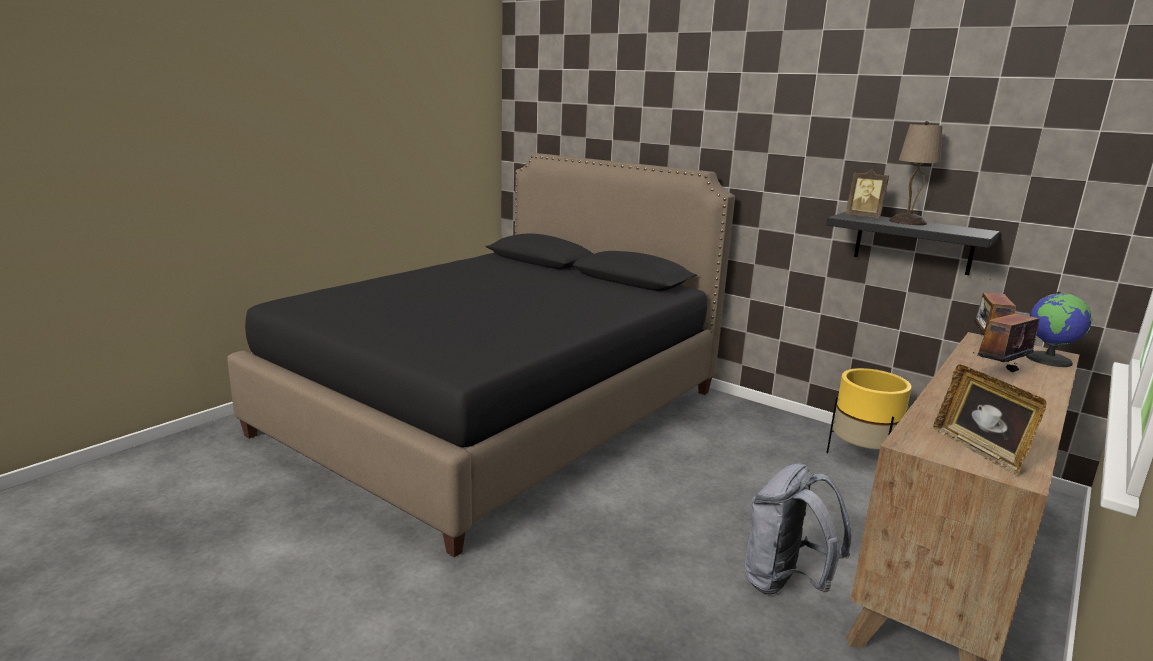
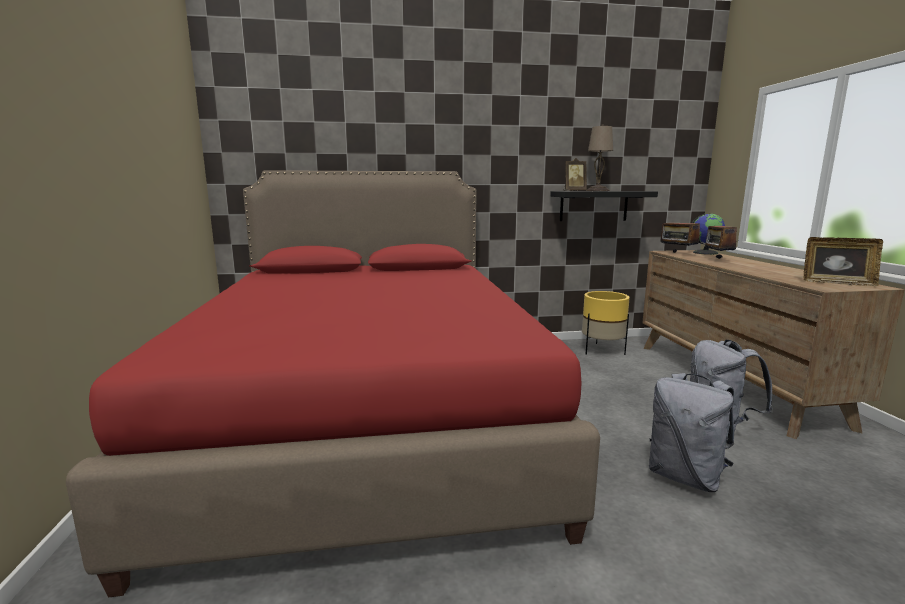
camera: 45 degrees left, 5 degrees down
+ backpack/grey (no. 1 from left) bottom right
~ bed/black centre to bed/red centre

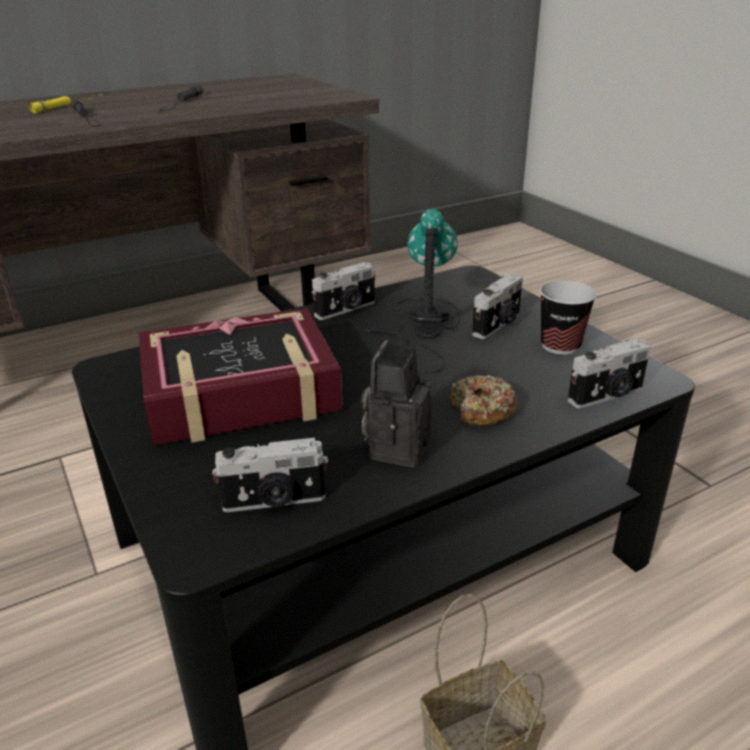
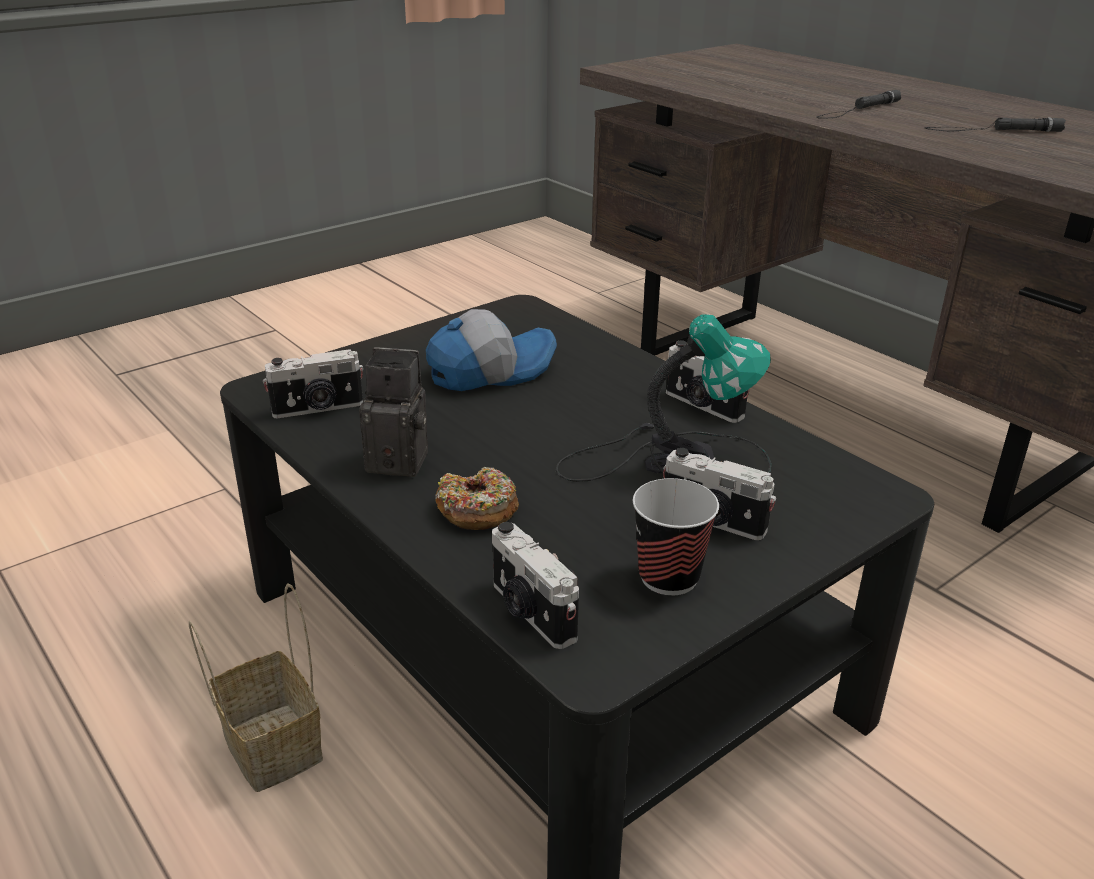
camera: 80 degrees right, 0 degrees up
- flashlight/yellow top left
~ book middle left to cap centre
~ photo camera (no. 1 from left) centre = middle left 90 degrees counterclockwise

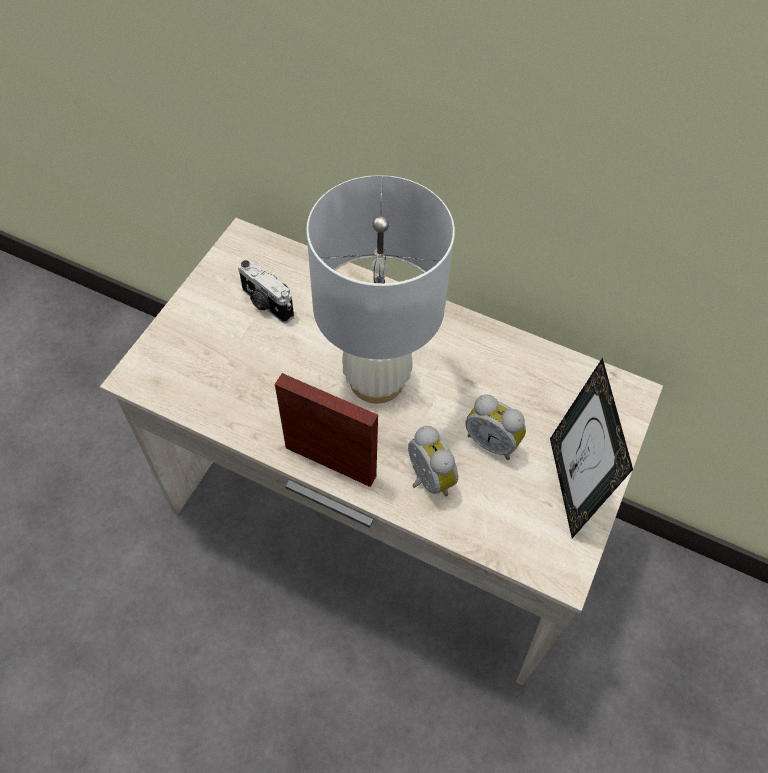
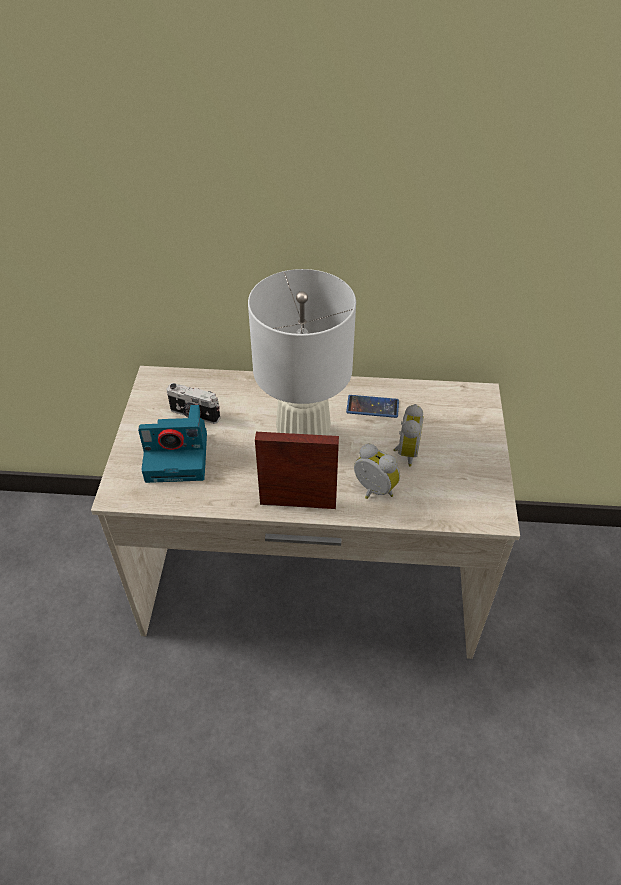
camera: 20 degrees left, 10 degrees down
- picture frame (no. 2 from left) middle right
+ photo camera (no. 1 from left) middle left
+ phone centre
~ alarm clock (no. 2 from left) centre = centre 90 degrees counterclockwise

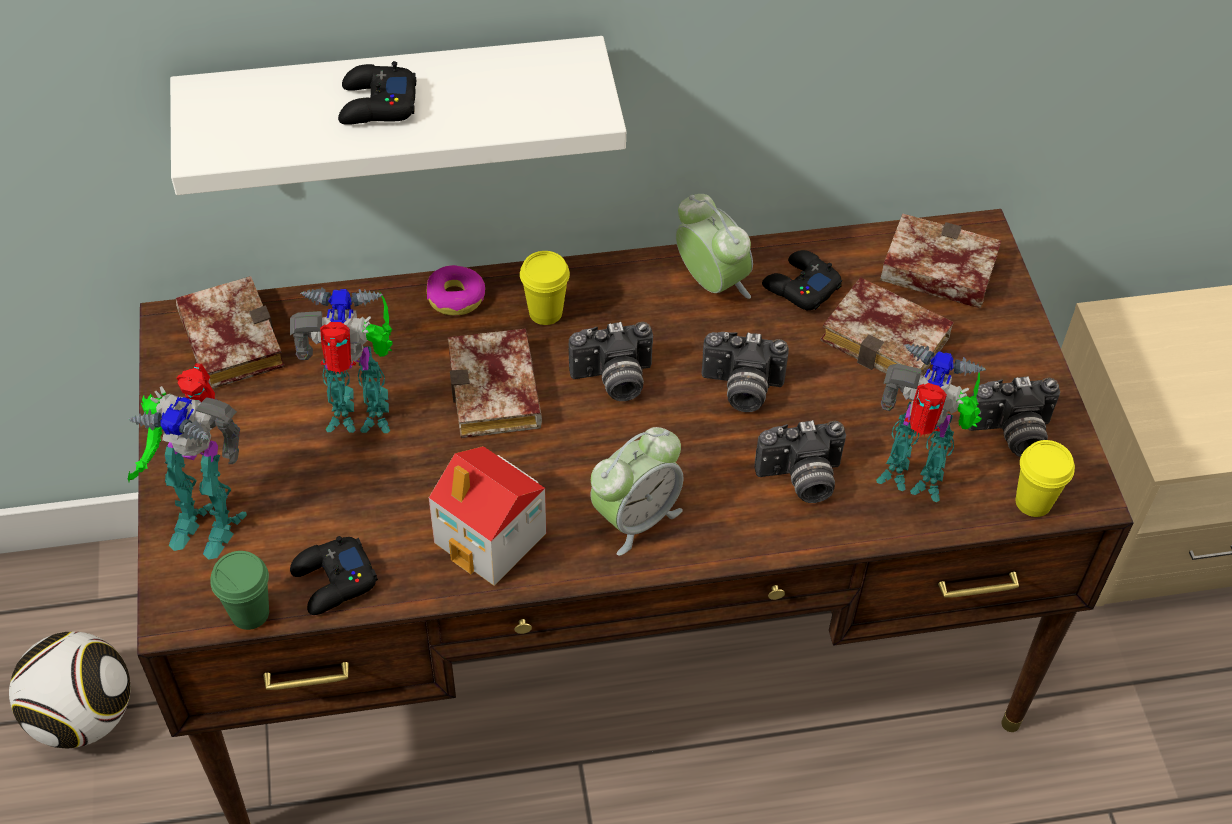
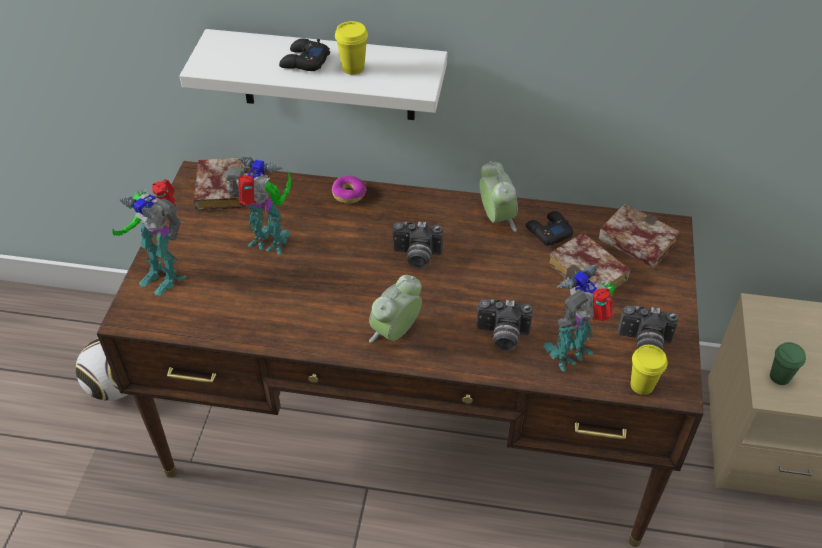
camera: 20 degrees right, 5 degrees down
- game controller/black (no. 1 from left) bottom left
- toy house centre
- book (no. 2 from left) centre
- photo camera (no. 2 from left) centre
~ cup/green bottom left to middle right
~ cup/yellow (no. 1 from left) centre to top centre
~ alarm clock (no. 1 from left) centre = centre 150 degrees clockwise
~ toy robot (no. 3 from left) middle right = middle right 75 degrees counterclockwise

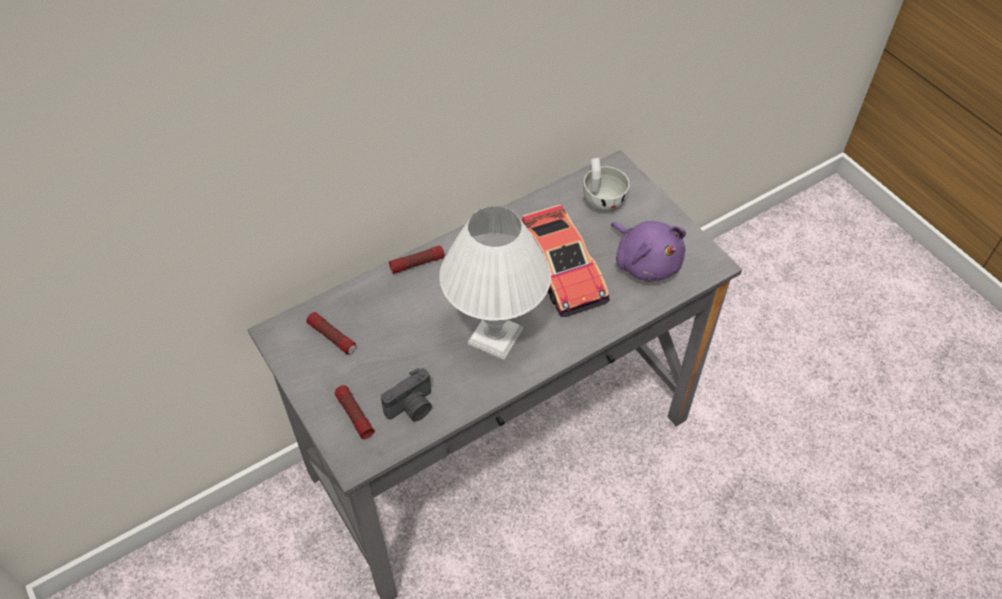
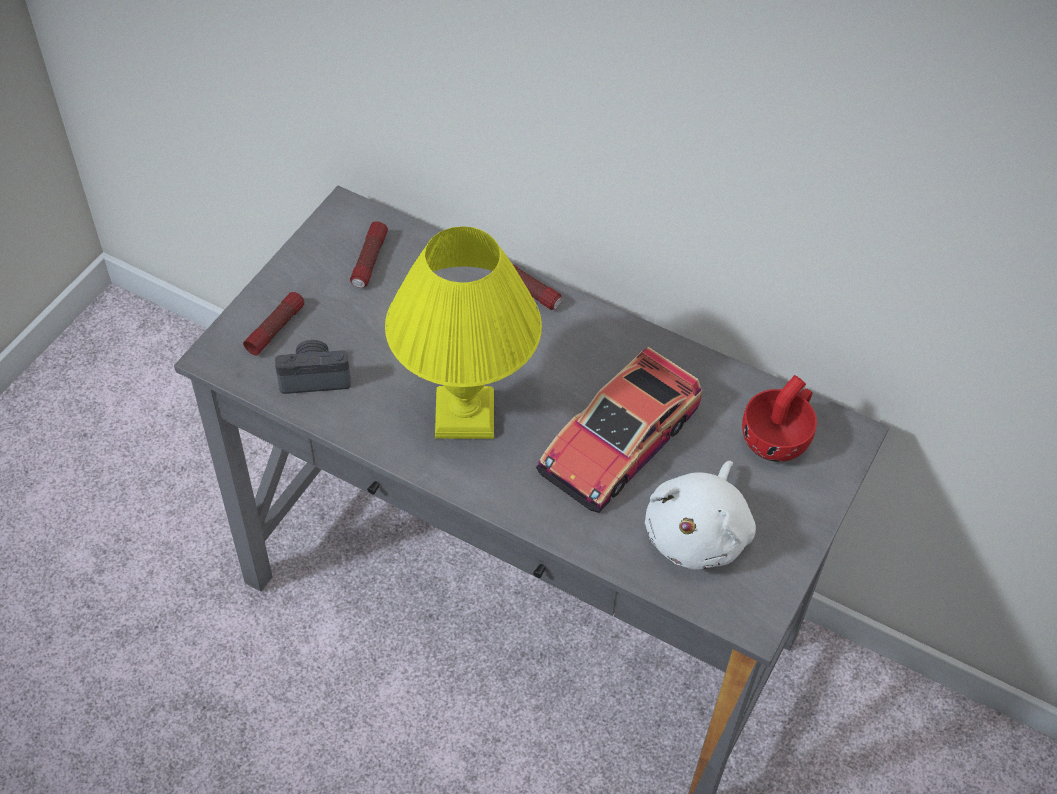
camera: 60 degrees right, 0 degrees up
~ table lamp/white centre to table lamp/yellow centre
~ cup/white top centre to cup/red middle right
~ plush toy/purple centre to plush toy/white centre
~ photo camera centre = middle left 150 degrees clockwise

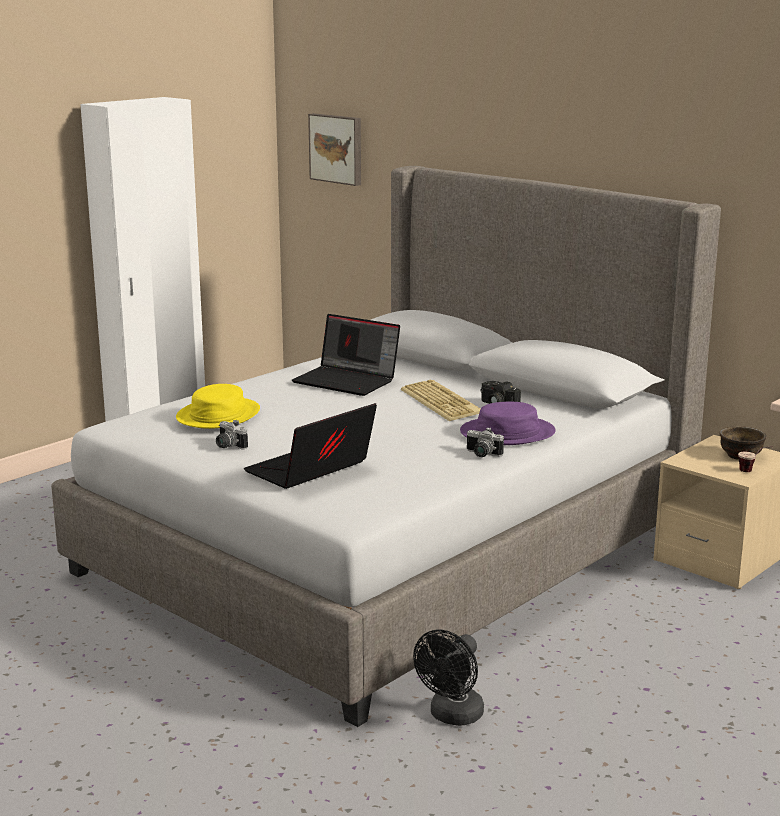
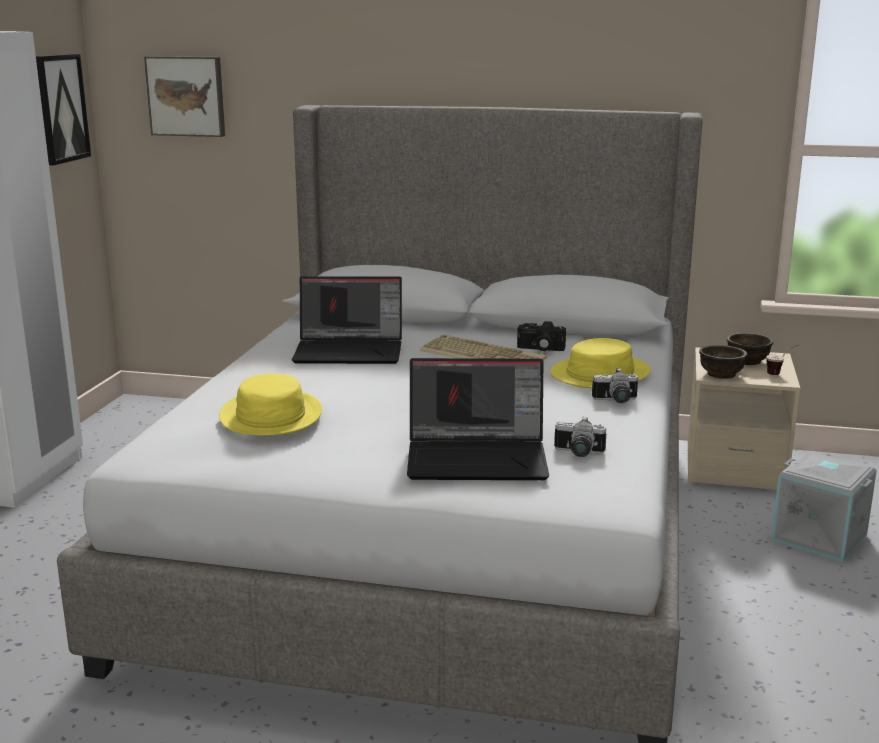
camera: 30 degrees left, 0 degrees up
- fan/black bottom centre
+ picture (no. 1 from left) top left
+ bowl/brown (no. 1 from left) middle right
+ storage box/grey bottom right
~ photo camera (no. 1 from left in the first image) middle left to photo camera (no. 2 from left) centre
~ hat/purple centre to hat/yellow (no. 2 from left) middle right
~ laptop (no. 1 from left in the first image) centre = centre 105 degrees counterclockwise

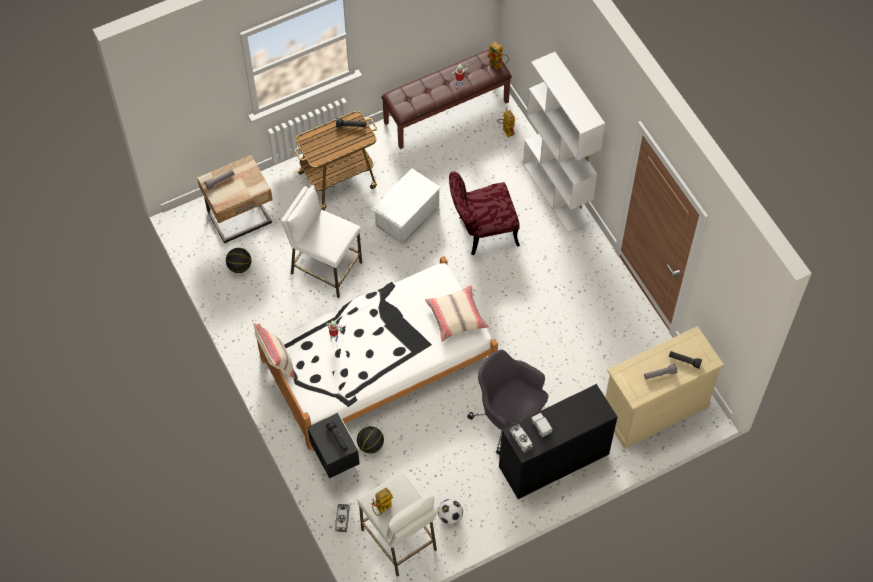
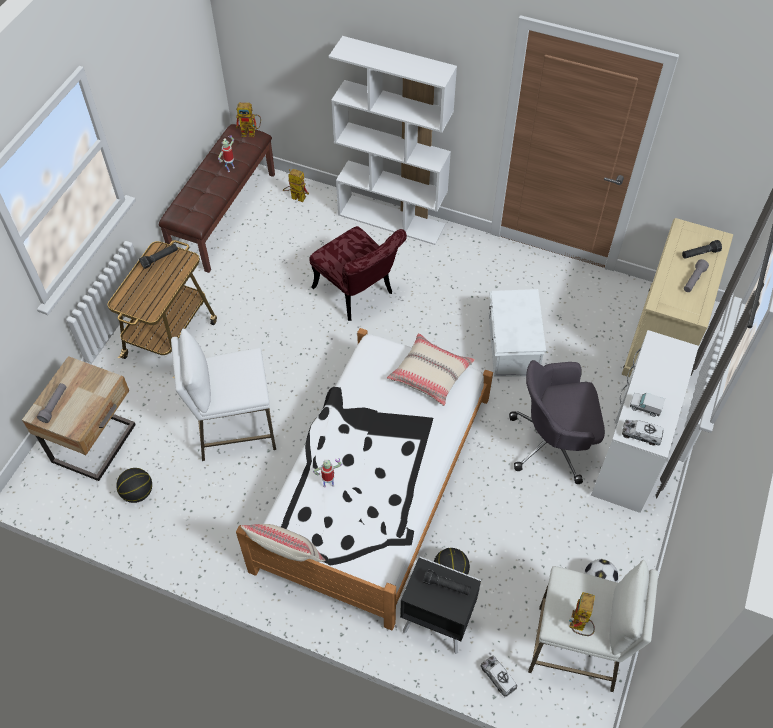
camera: 40 degrees left, 5 degrees down
~ storage box/white centre to middle right
~ desk/black bottom centre to desk/white middle right
~ chair/red centre = centre 75 degrees counterclockwise

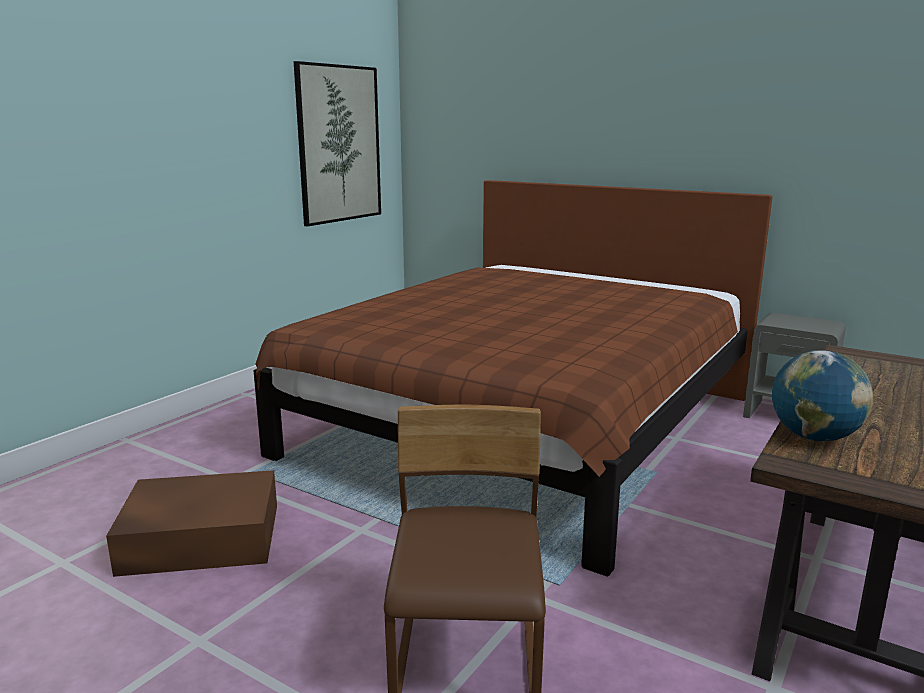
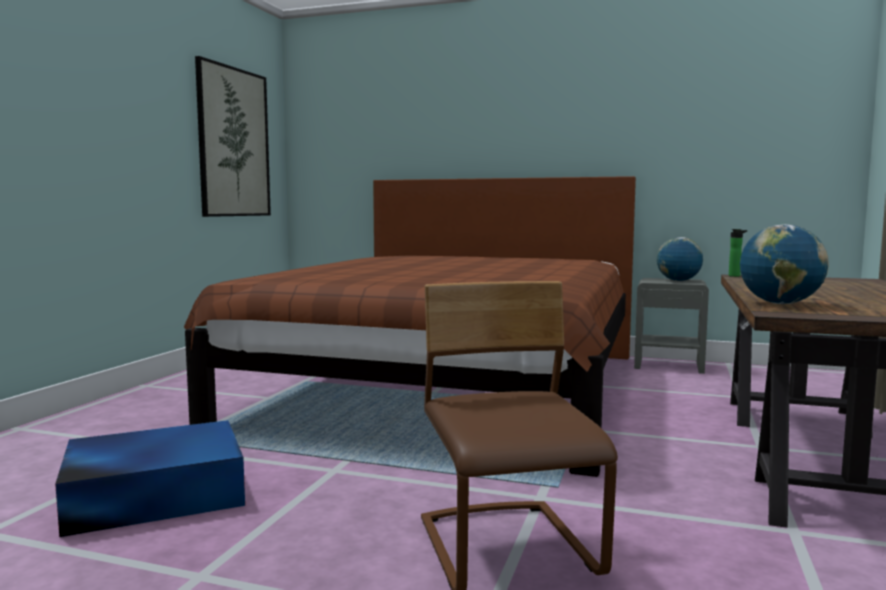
camera: 15 degrees left, 10 degrees down
+ globe (no. 1 from left) middle right
+ bottle middle right
~ storage box/brown bottom left to storage box/blue bottom left

